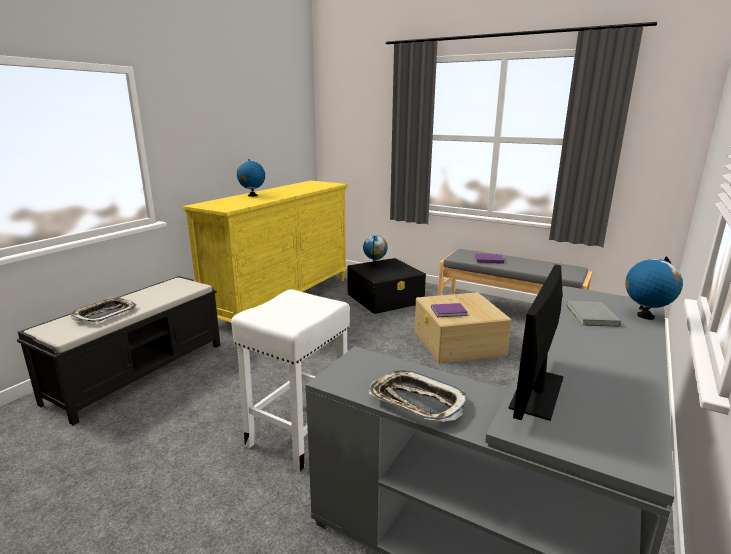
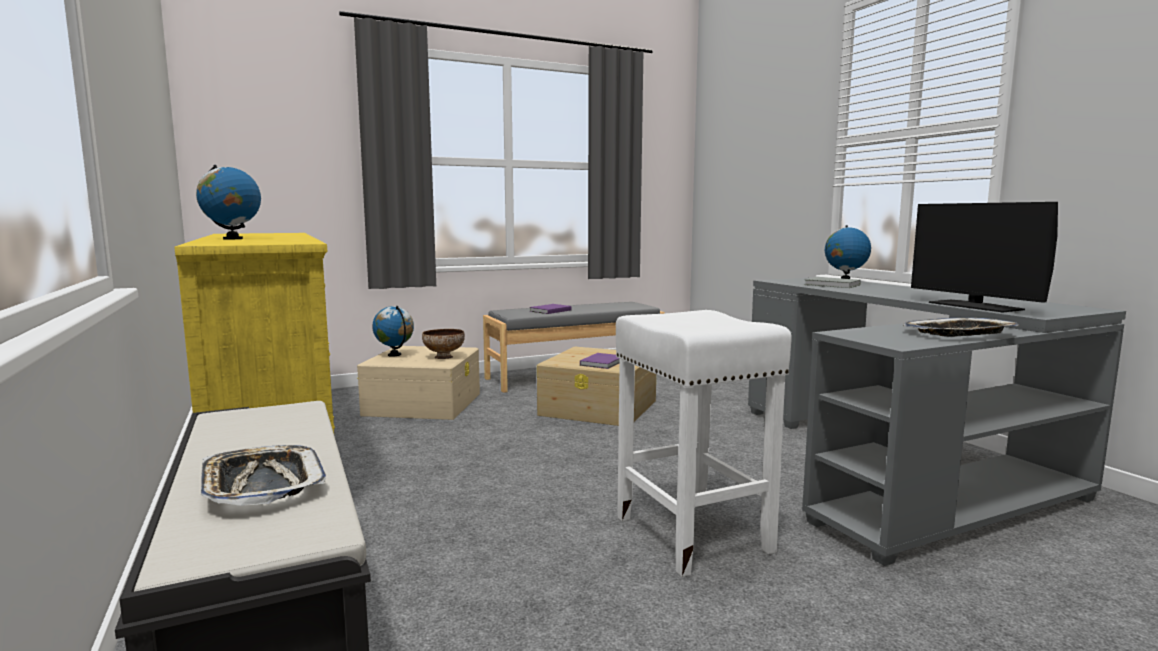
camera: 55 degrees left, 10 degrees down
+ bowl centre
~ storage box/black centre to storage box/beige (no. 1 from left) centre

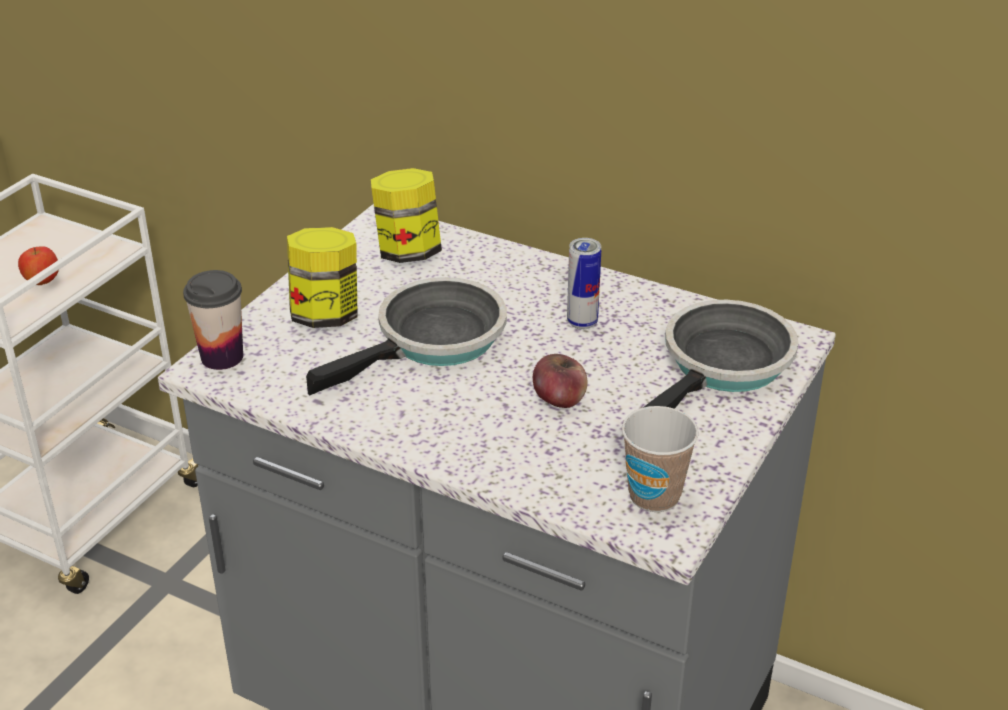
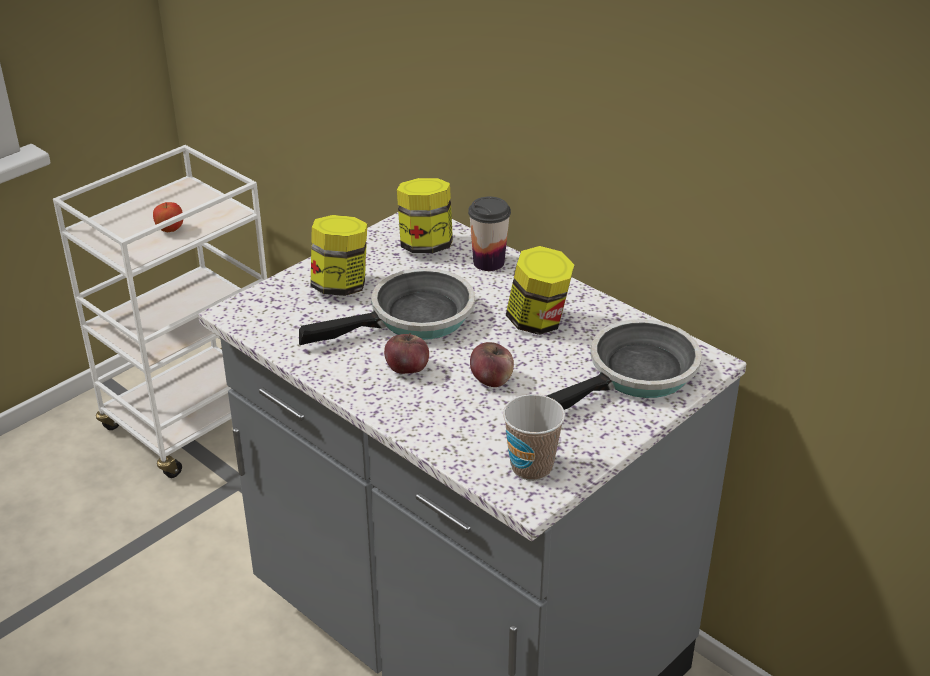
camera: 15 degrees right, 0 degrees up
+ apple (no. 2 from left) centre
~ cup (no. 1 from left) middle left to centre
~ can centre to jar (no. 3 from left) centre

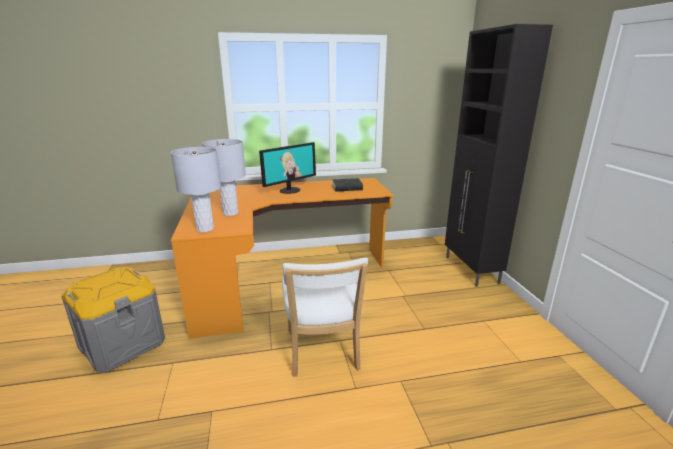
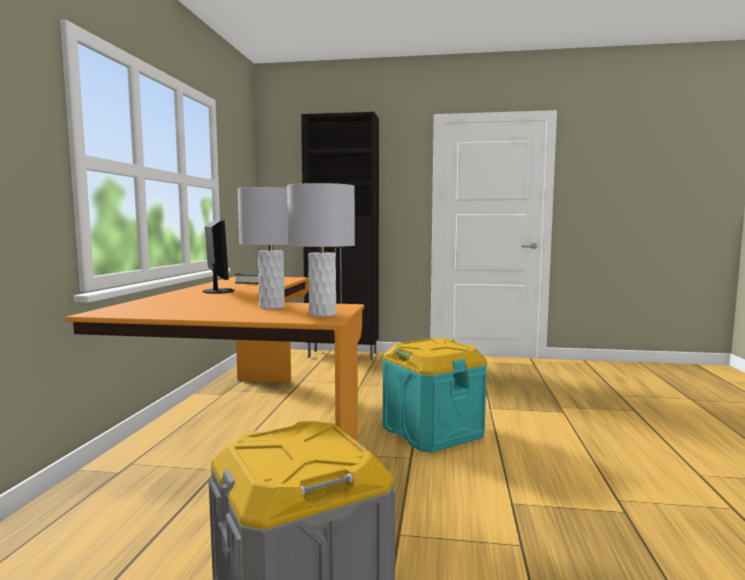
camera: 70 degrees left, 15 degrees down
~ chair/white bottom centre to storage box/turquoise bottom centre

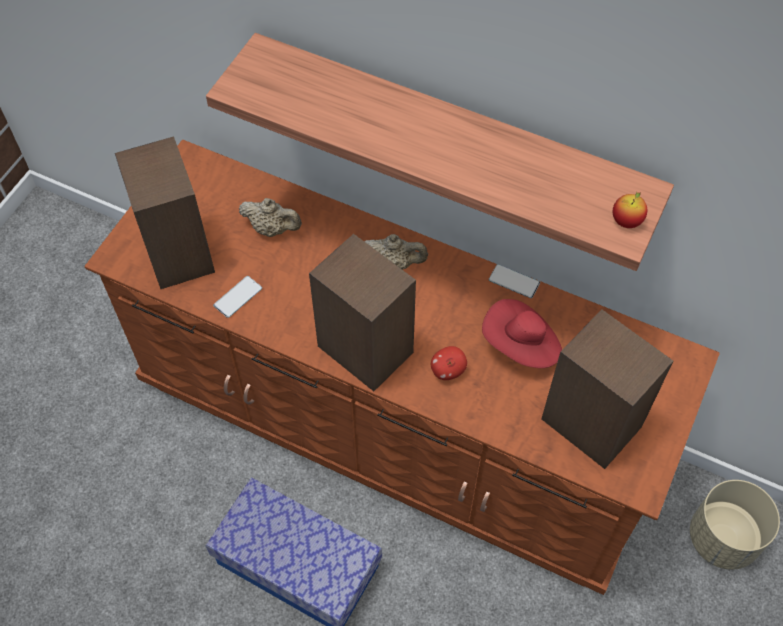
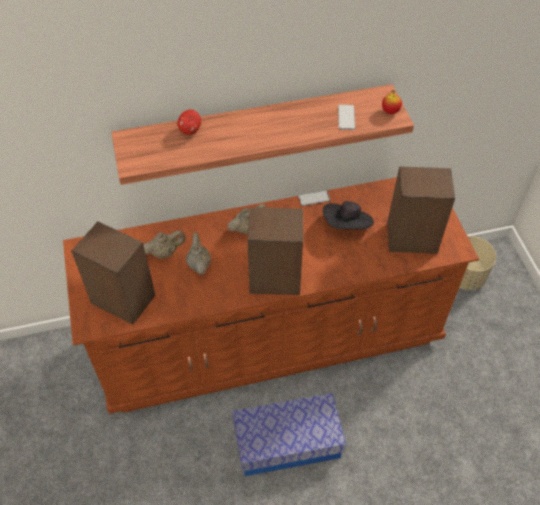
camera: 40 degrees left, 5 degrees down
+ teapot/beige (no. 2 from left) centre
~ phone (no. 1 from left in the first image) middle left to phone (no. 2 from left) top centre
~ apple (no. 1 from left) centre to top centre
~ hat/red middle right to hat/black centre

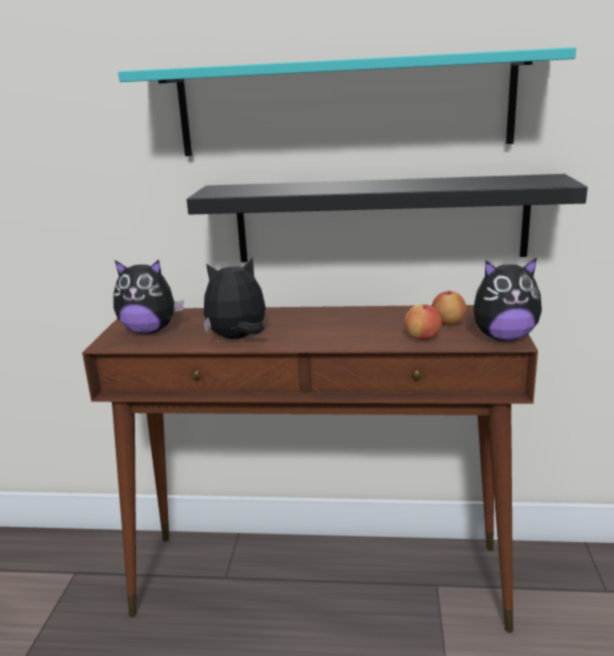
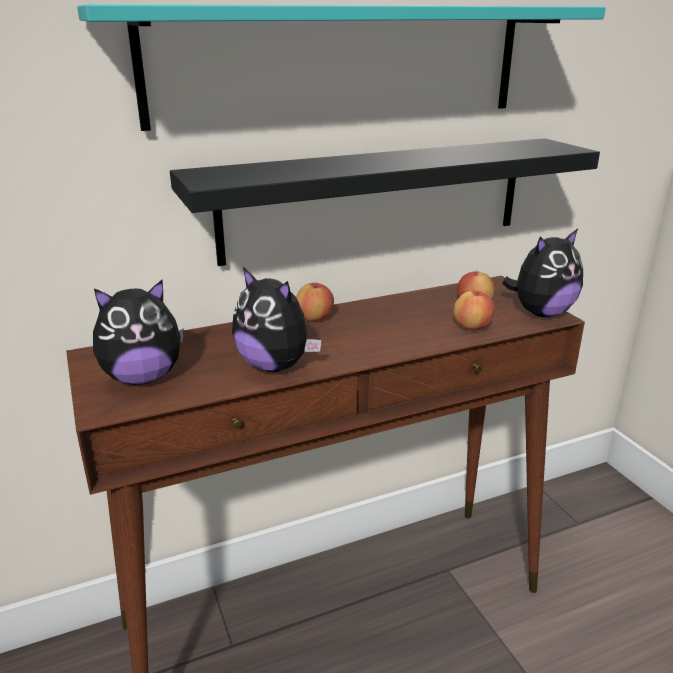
camera: 30 degrees left, 5 degrees up
+ apple (no. 1 from left) centre
~ plush toy (no. 2 from left) centre = centre 90 degrees counterclockwise

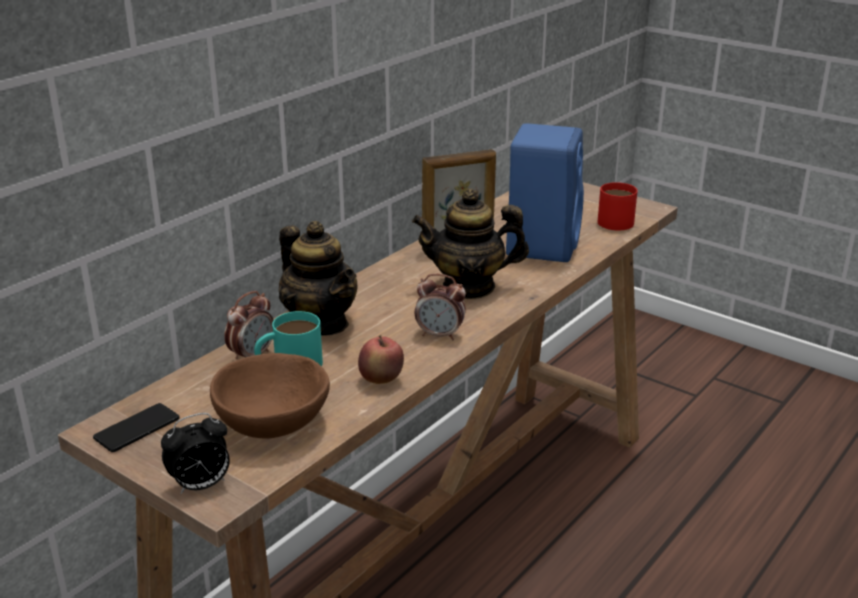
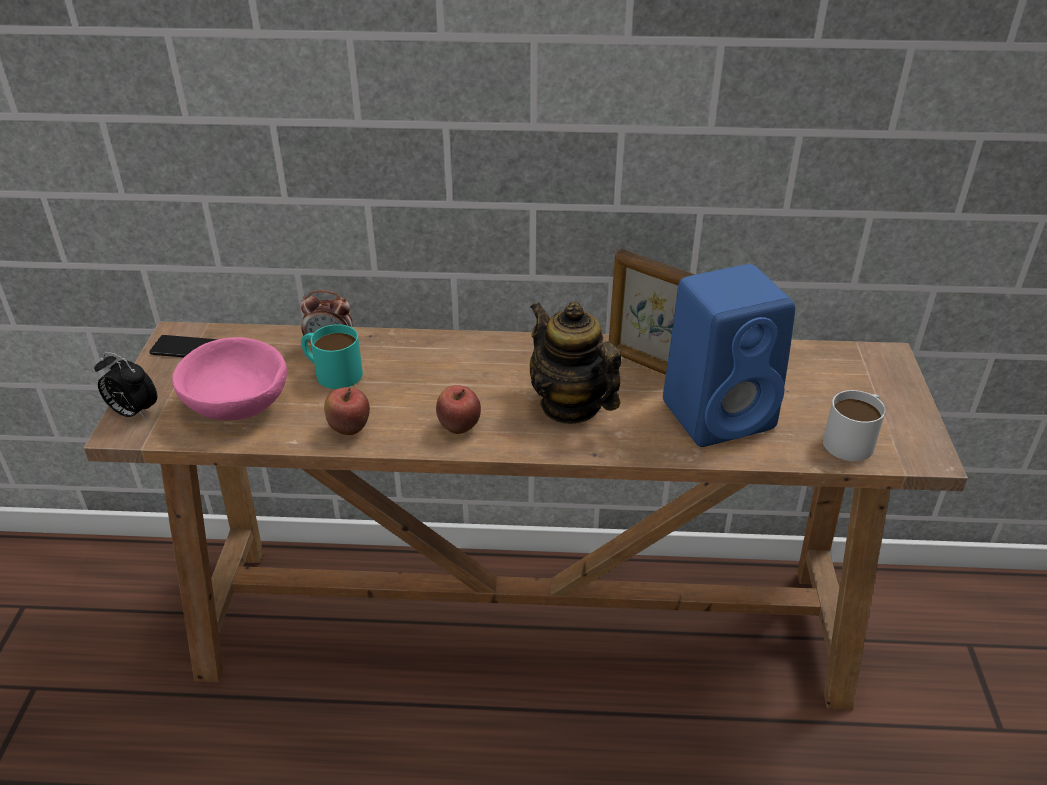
camera: 55 degrees right, 10 degrees up
- teapot (no. 1 from left) centre
~ alarm clock (no. 3 from left) centre to apple (no. 2 from left) centre
~ bowl/brown middle left to bowl/pink middle left
~ mug/red middle right to mug/white middle right

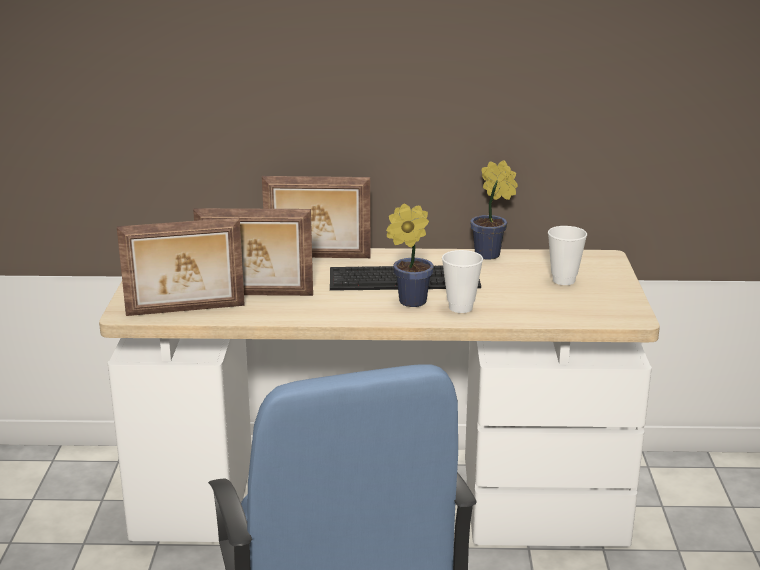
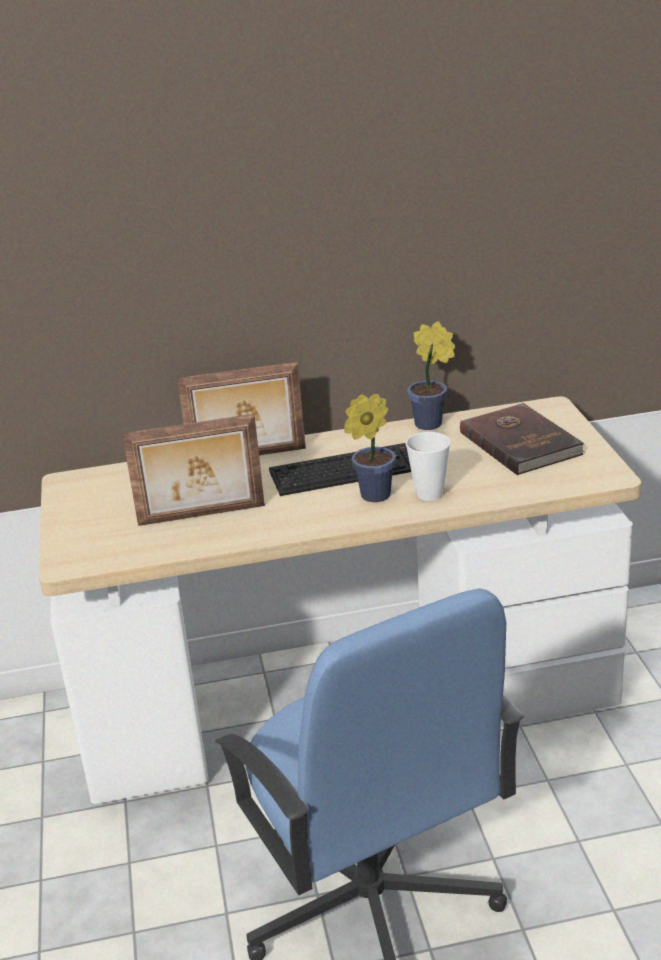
camera: 10 degrees left, 5 degrees up
- picture frame (no. 1 from left) middle left
~ cup (no. 2 from left) middle right to book/brown middle right

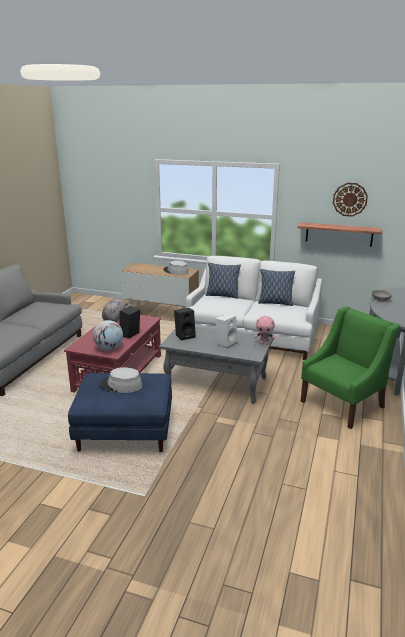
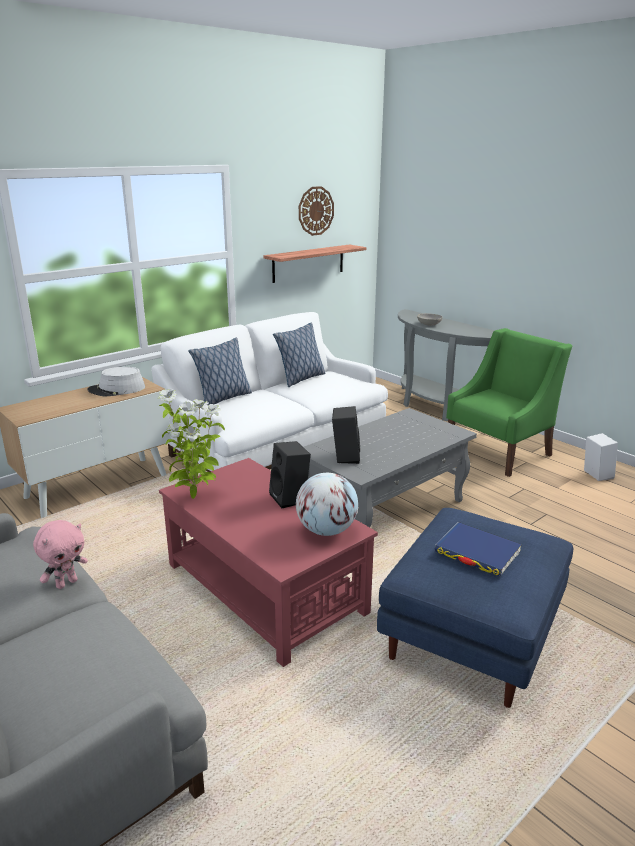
camera: 60 degrees left, 0 degrees up
~ speaker/white centre to middle right
~ plush toy/pink centre to middle left
~ hat/grey (no. 1 from left) middle left to book/blue middle right
~ plush toy/grey middle left to potted plant middle left
~ armchair/green middle right = middle right 60 degrees clockwise

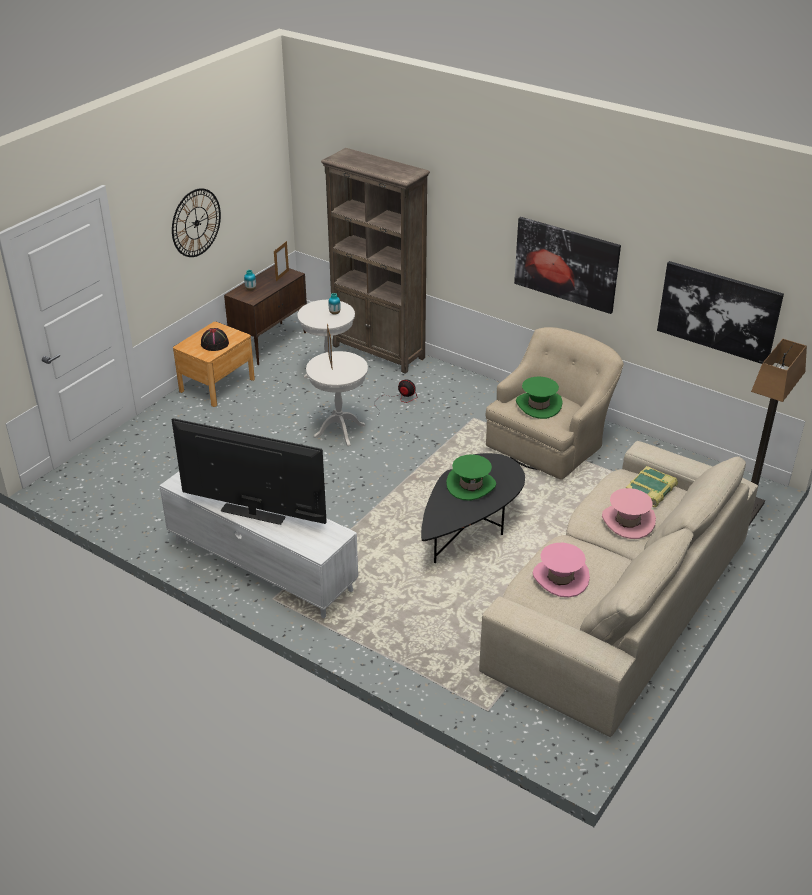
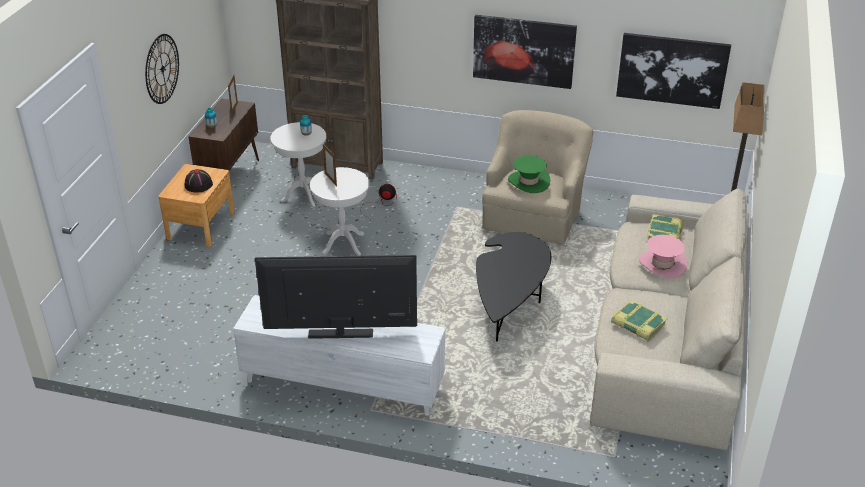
camera: 20 degrees left, 0 degrees up
- hat/green (no. 1 from left) centre
~ hat/pink (no. 1 from left) middle right to book (no. 1 from left) middle right

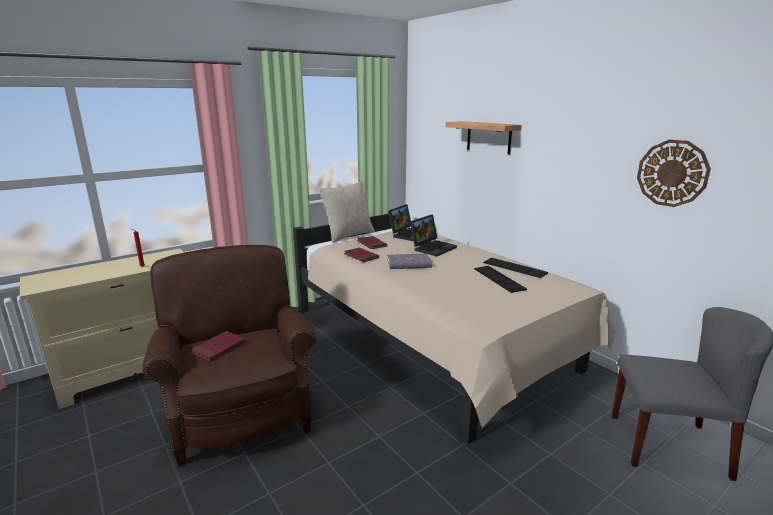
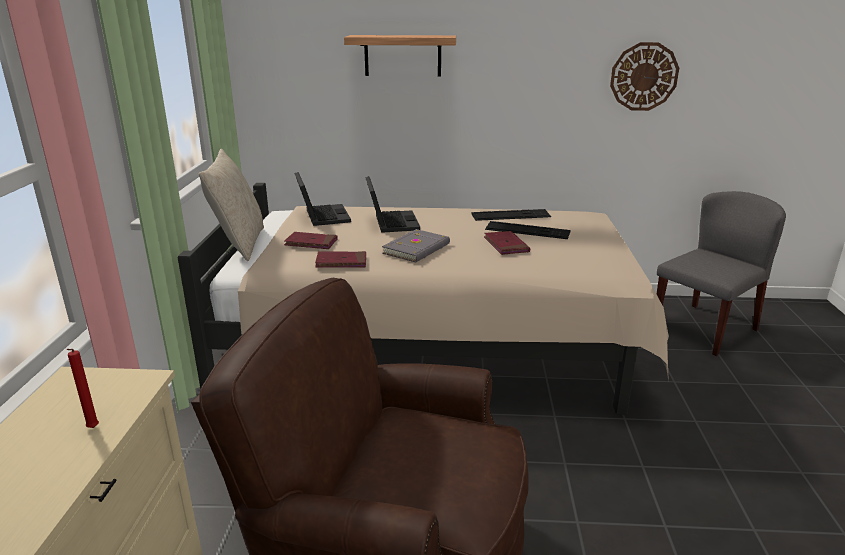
camera: 50 degrees left, 5 degrees up
~ book/red (no. 1 from left in the first image) bottom left to book/red (no. 3 from left) centre

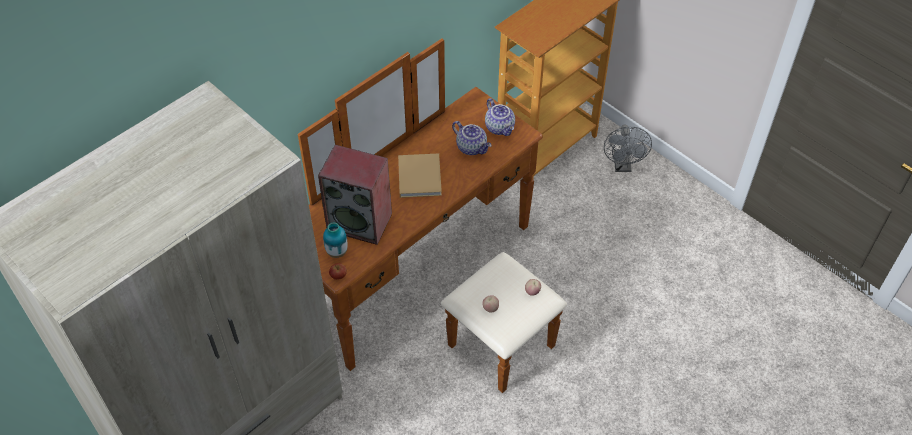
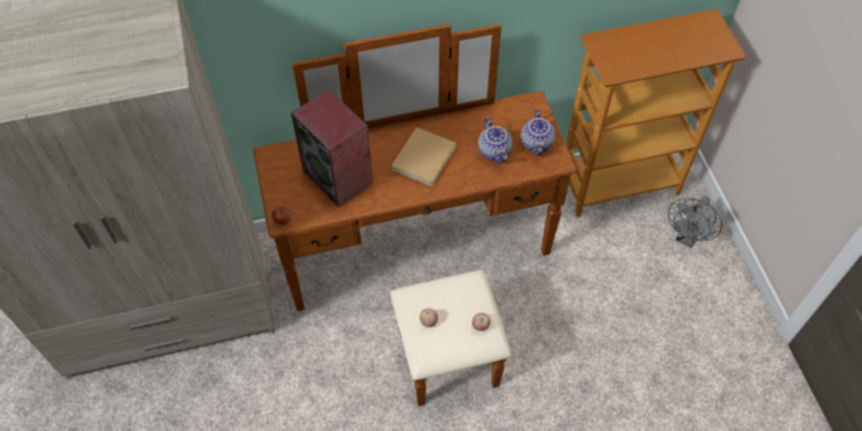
camera: 30 degrees right, 5 degrees up
- vase centre

